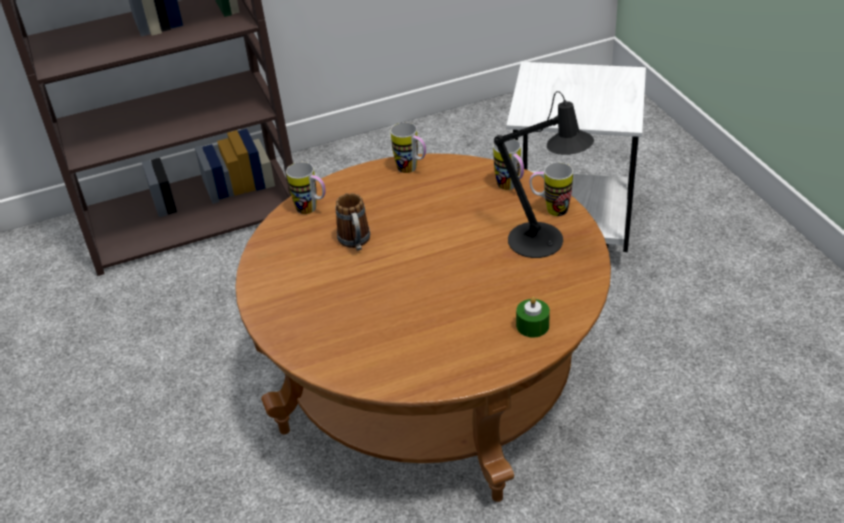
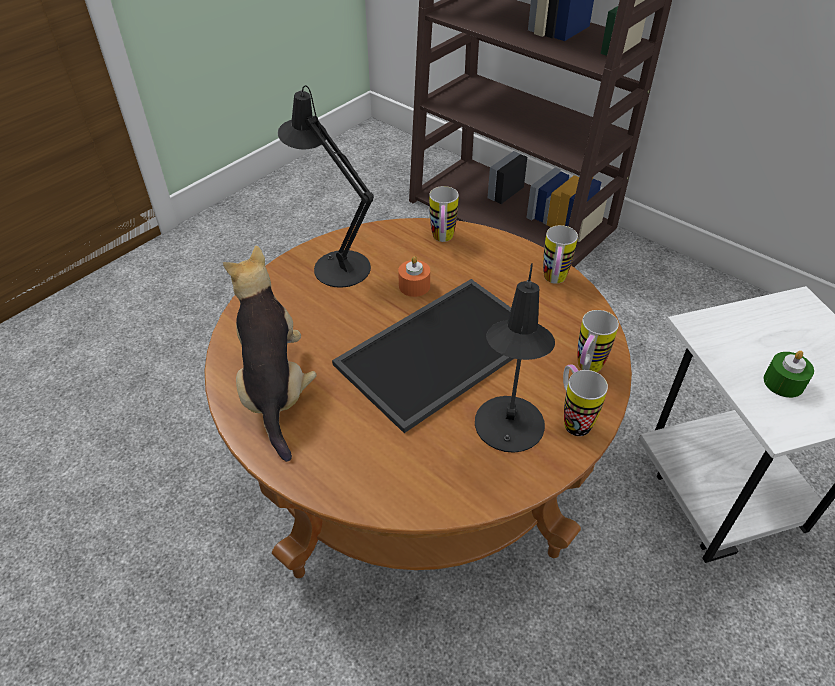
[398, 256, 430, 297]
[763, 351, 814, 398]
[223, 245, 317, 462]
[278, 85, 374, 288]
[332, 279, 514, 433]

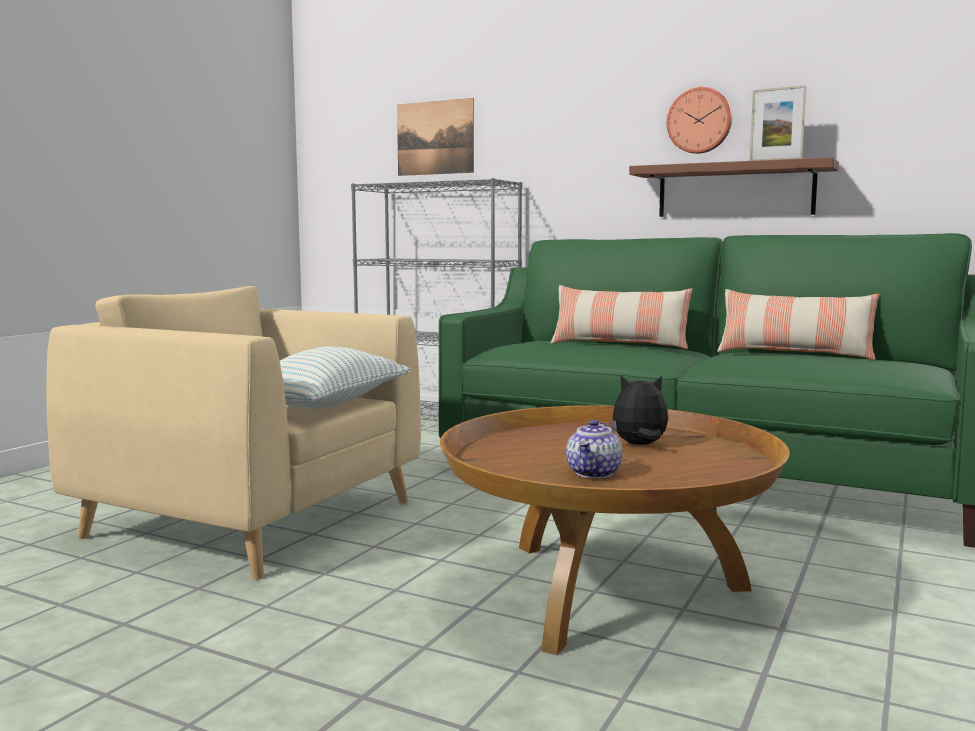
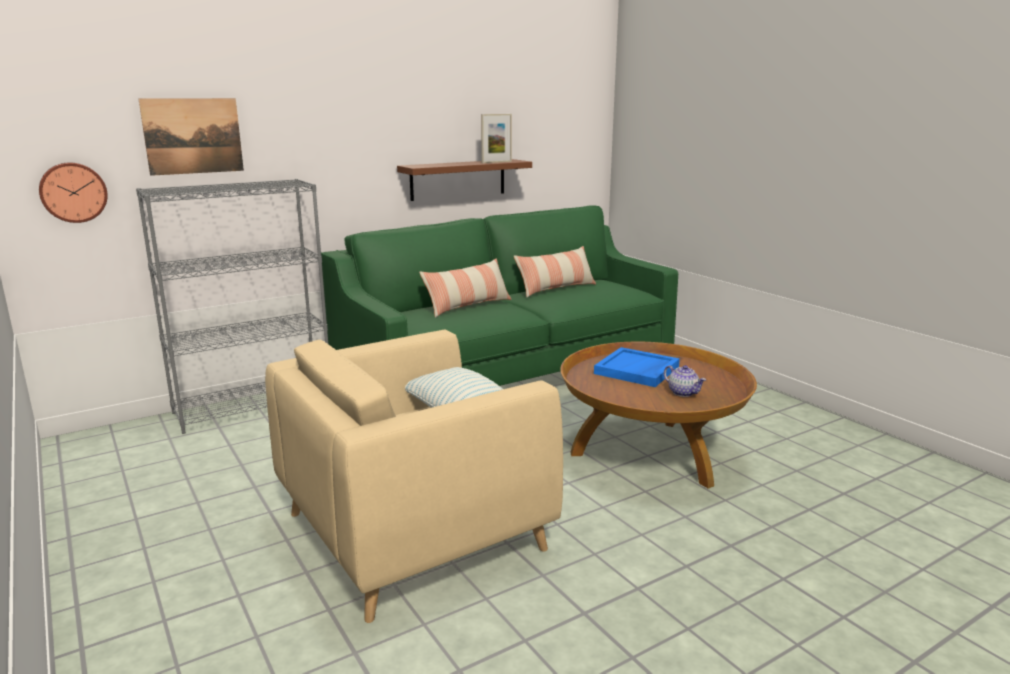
[594, 347, 680, 387]
[39, 163, 108, 223]

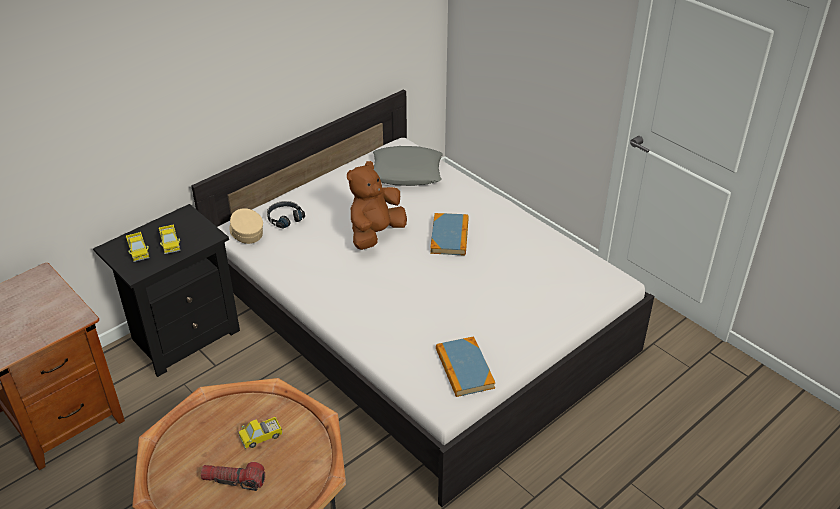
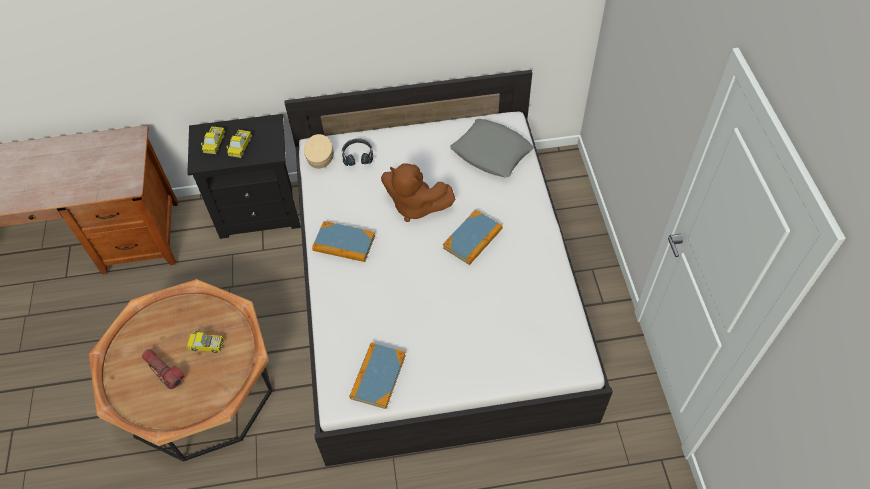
[381, 163, 455, 222]
[312, 221, 375, 262]

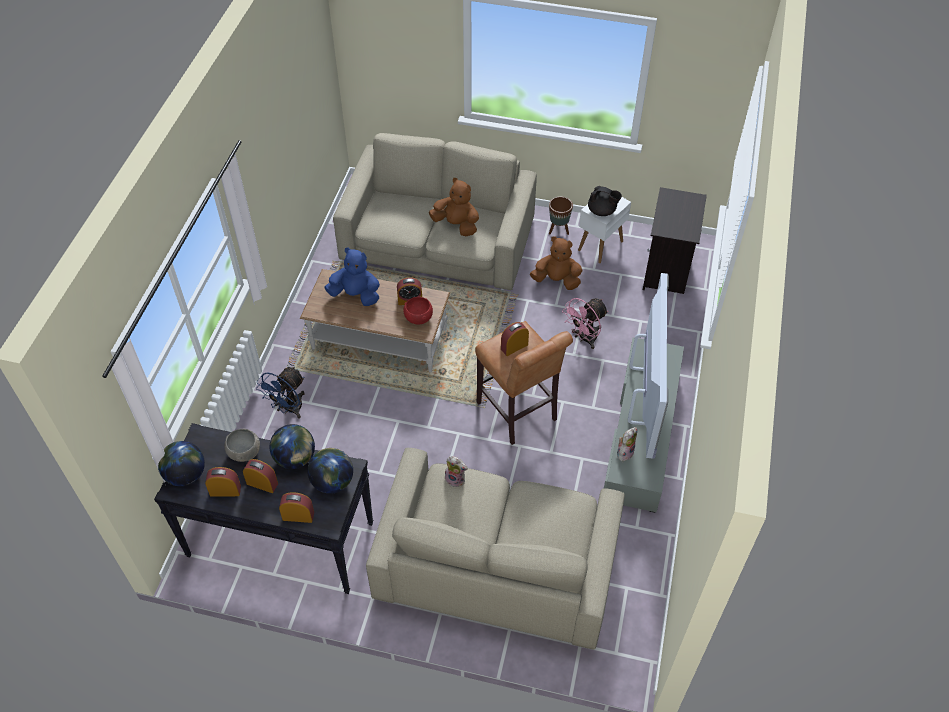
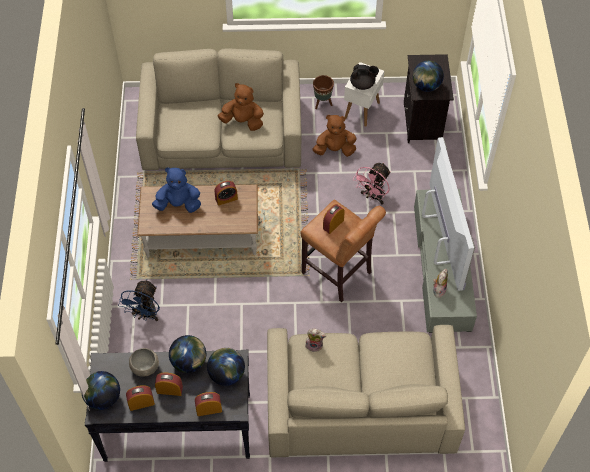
[403, 297, 433, 325] (first image)
[413, 60, 444, 92]

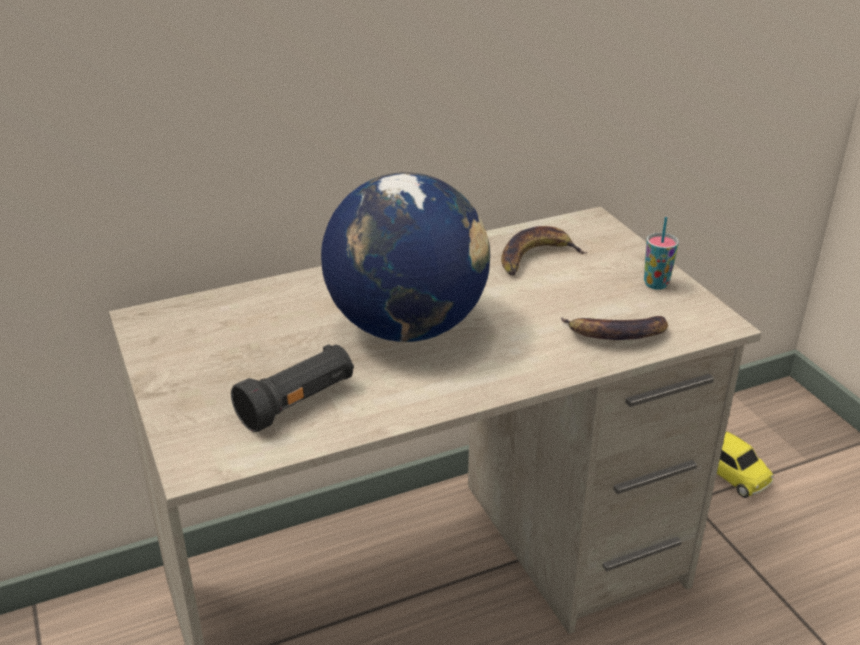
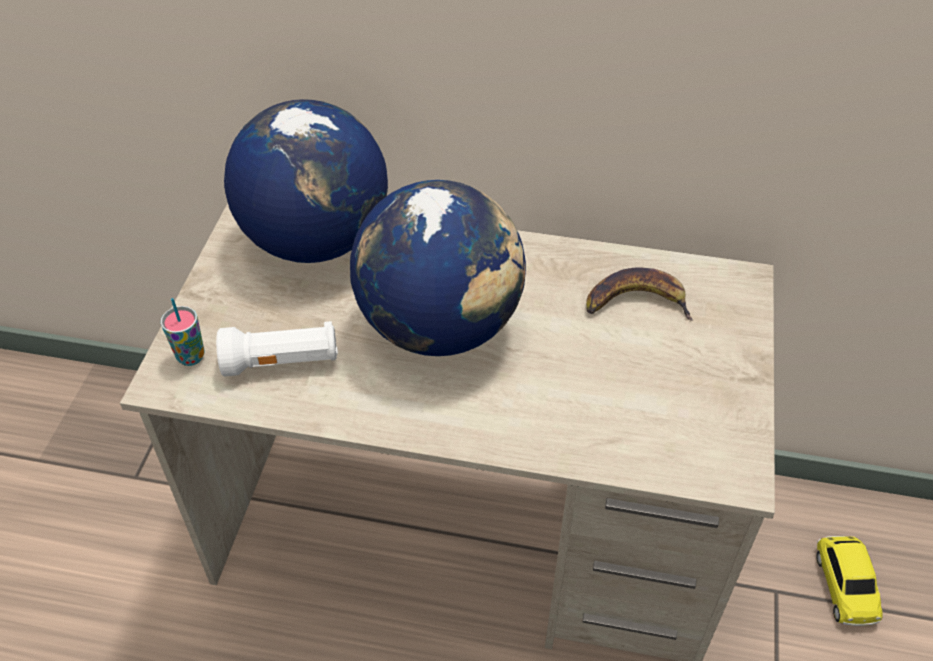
[216, 321, 338, 376]
[561, 316, 668, 340] (first image)
[161, 298, 204, 366]
[224, 99, 388, 263]

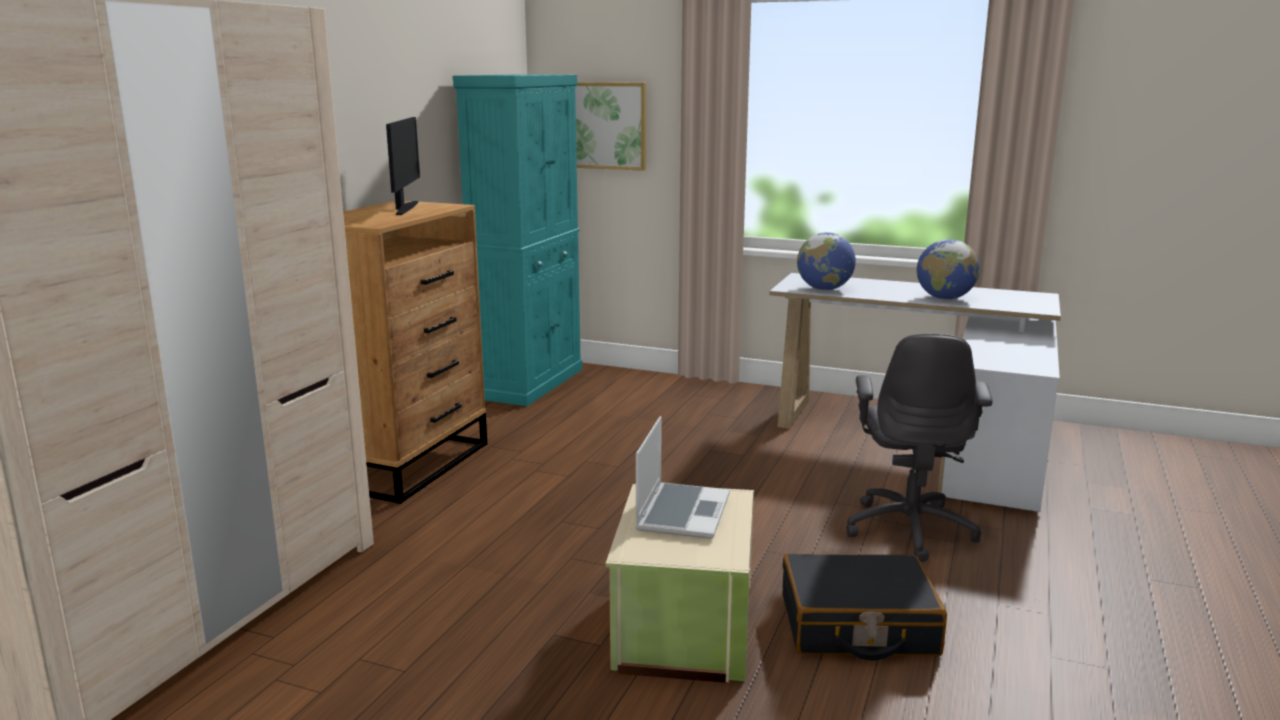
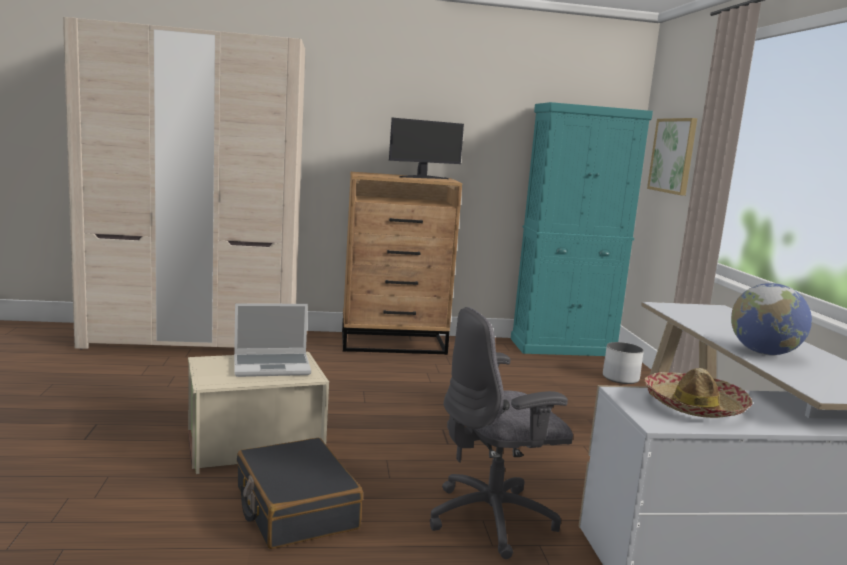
[797, 232, 856, 290] (first image)
[603, 342, 644, 384]
[644, 368, 753, 418]

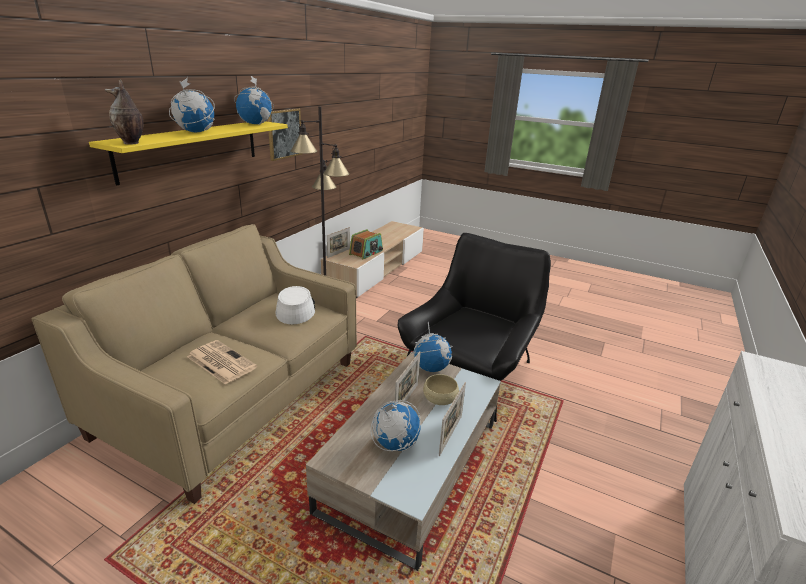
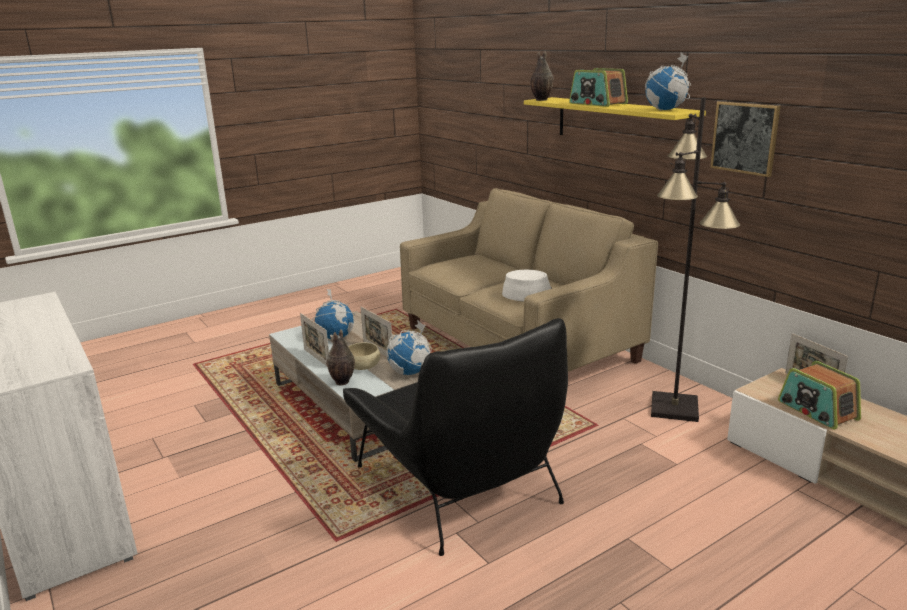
[569, 68, 628, 107]
[187, 340, 257, 385] (first image)
[326, 329, 355, 386]

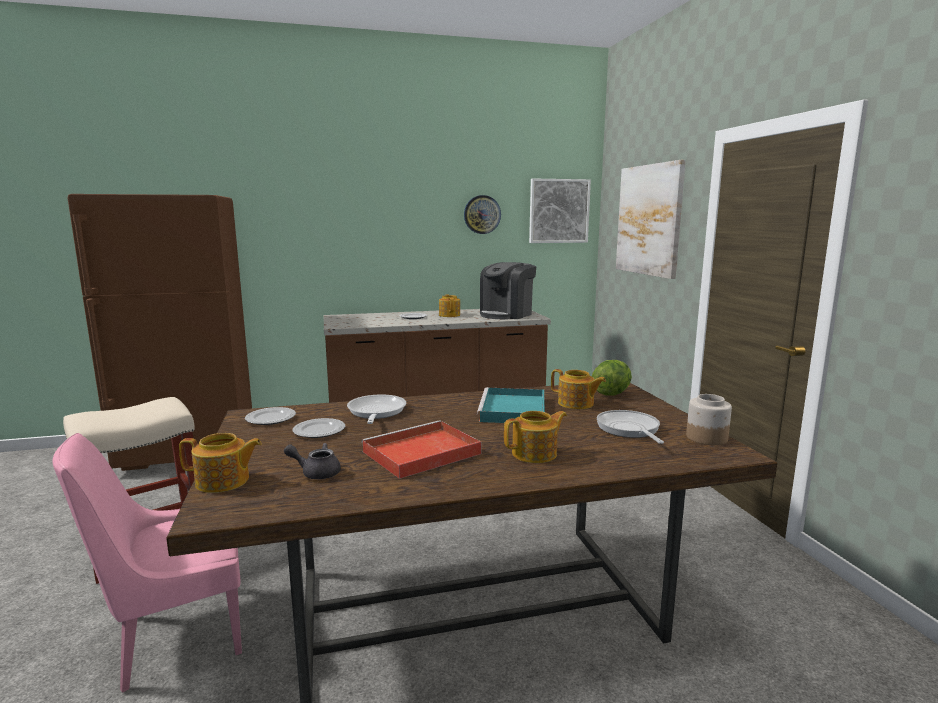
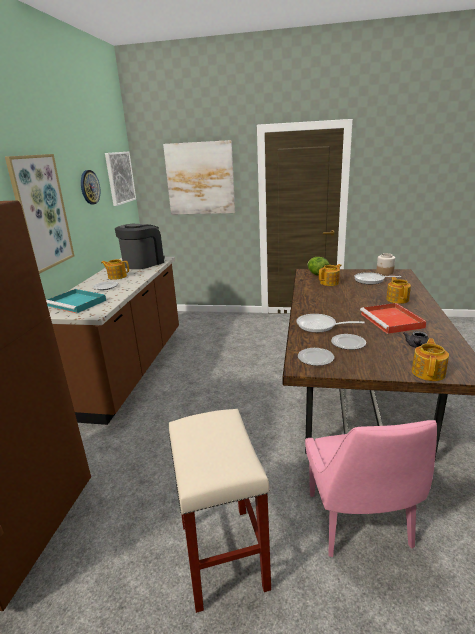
[46, 289, 106, 313]
[115, 224, 165, 269]
[5, 154, 74, 274]

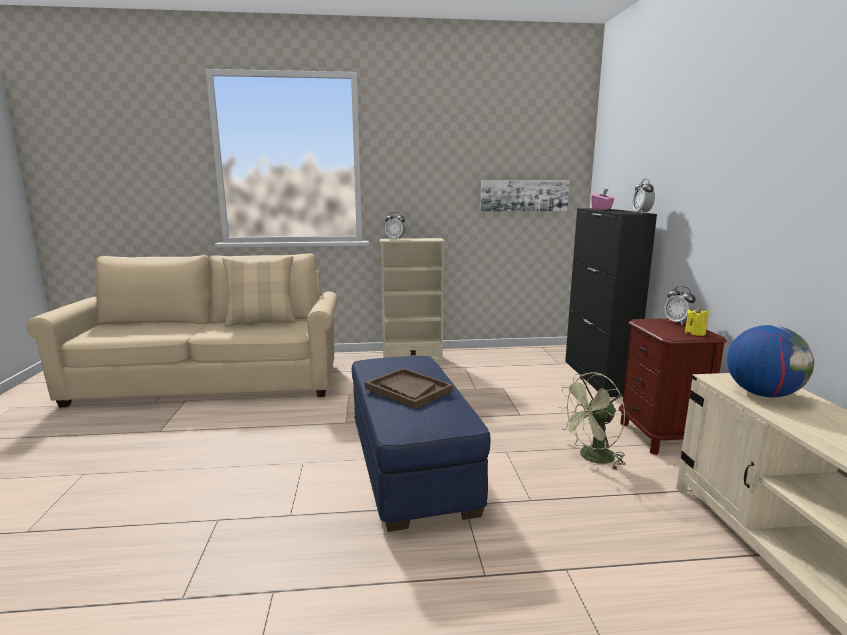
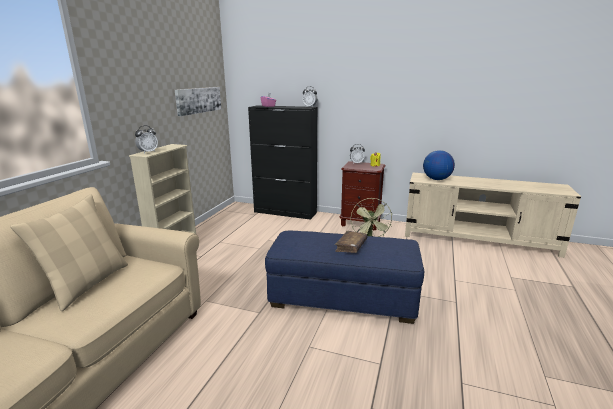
[335, 231, 367, 253]

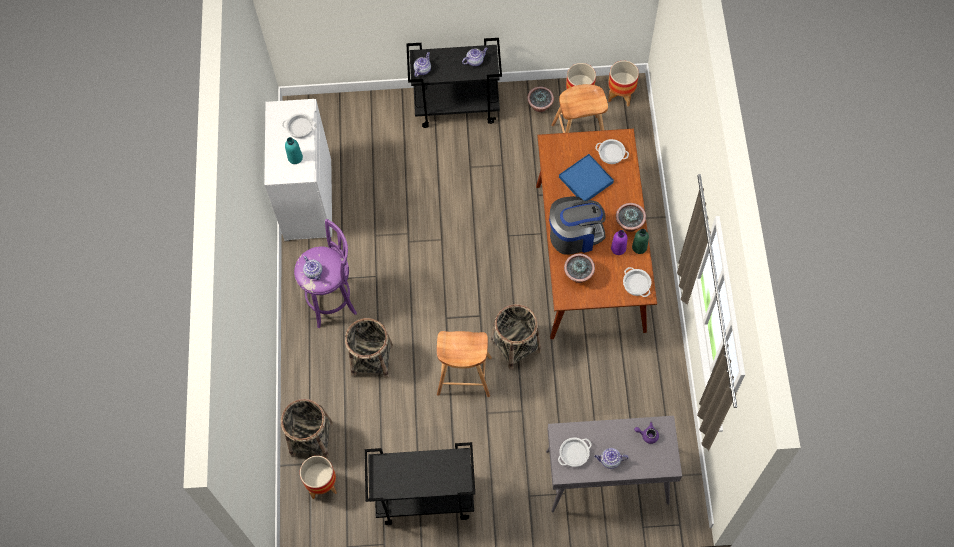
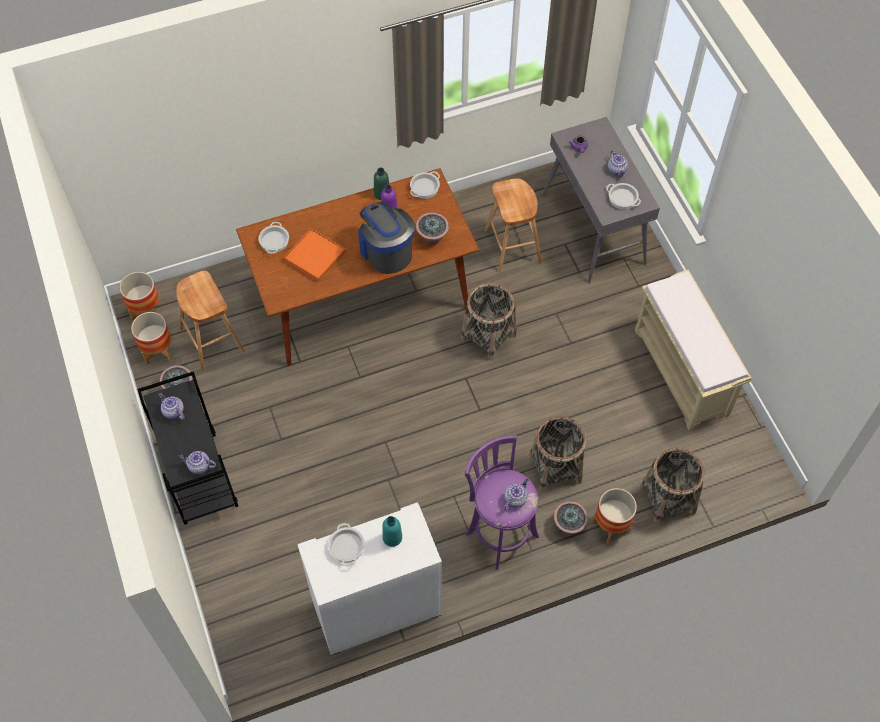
[593, 488, 637, 544]
[635, 270, 751, 430]
[484, 178, 542, 272]
[284, 228, 346, 282]
[554, 501, 588, 534]

